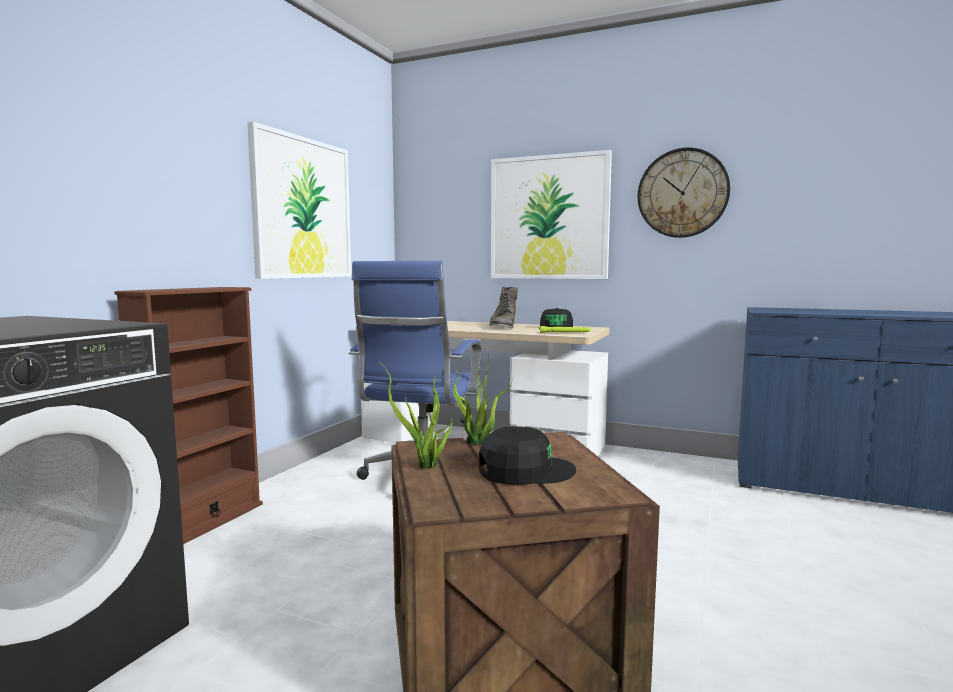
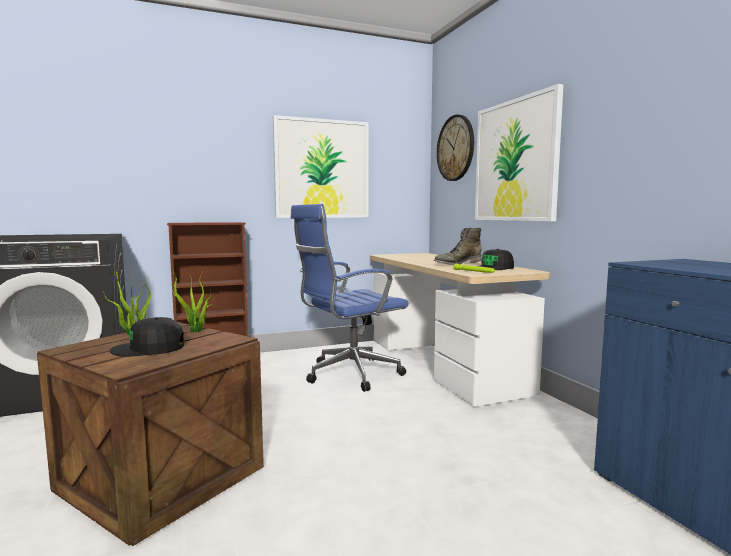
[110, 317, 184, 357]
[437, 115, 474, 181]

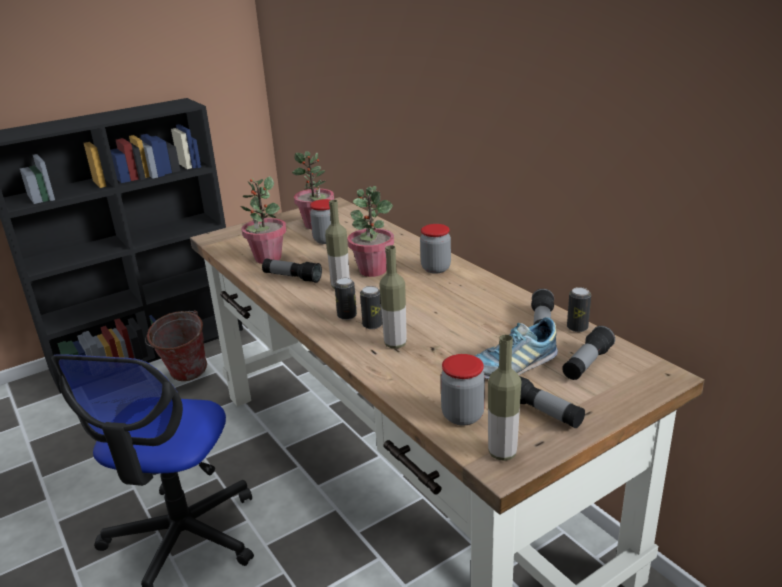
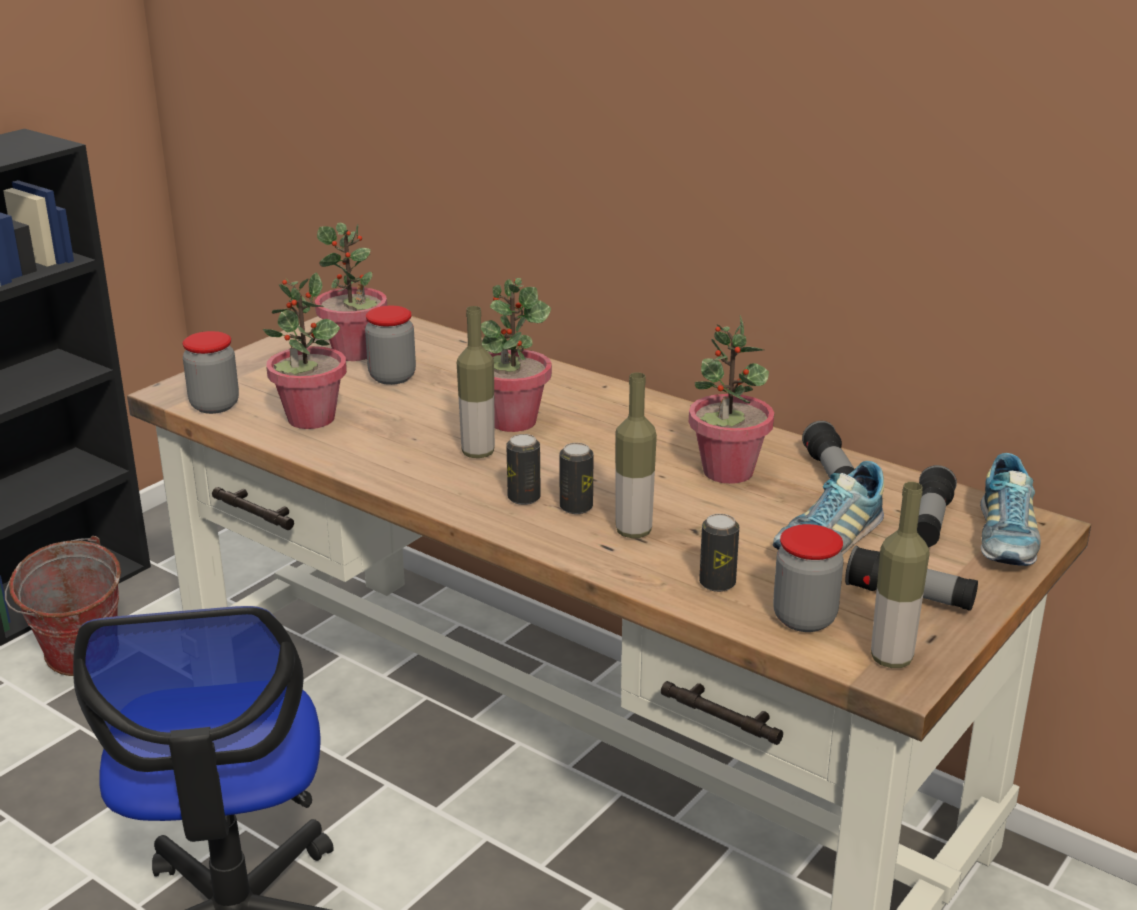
[262, 258, 322, 283] (first image)
[183, 331, 239, 414]
[699, 514, 739, 592]
[689, 316, 774, 484]
[980, 453, 1041, 566]

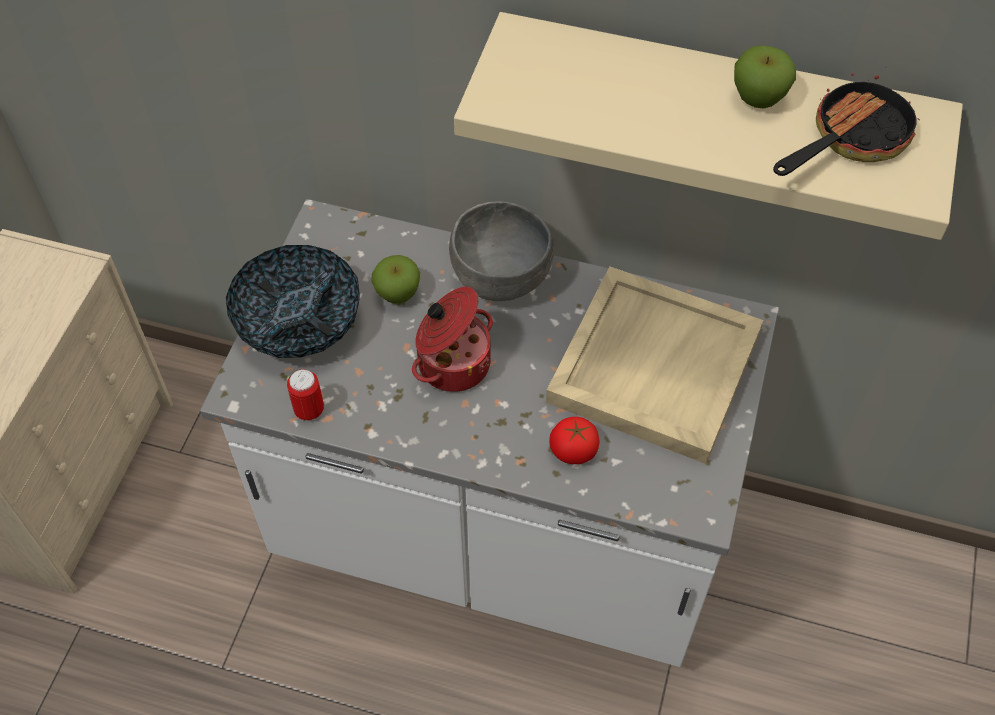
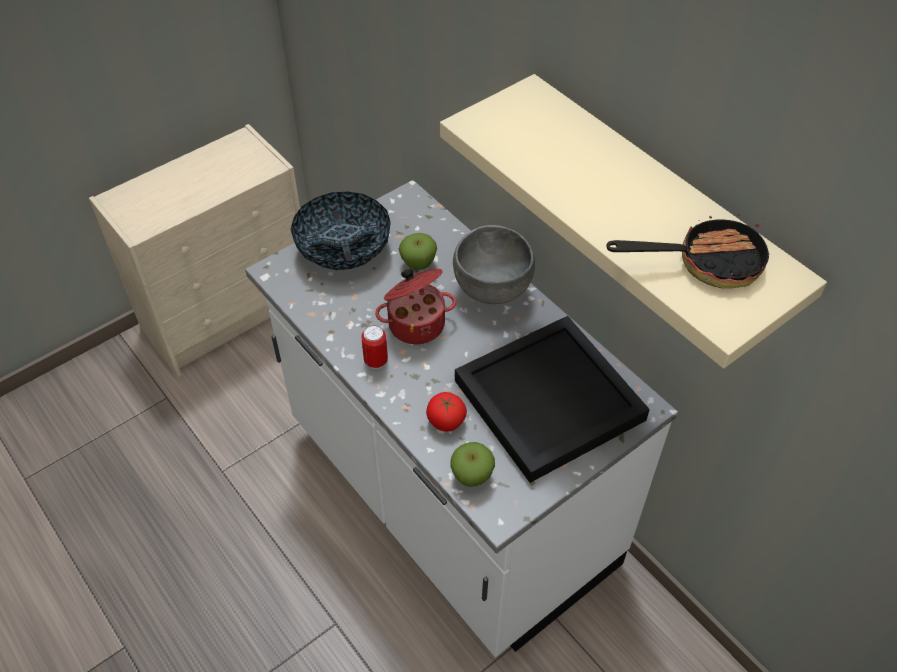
[361, 325, 388, 369]
[455, 316, 650, 483]
[450, 442, 495, 487]

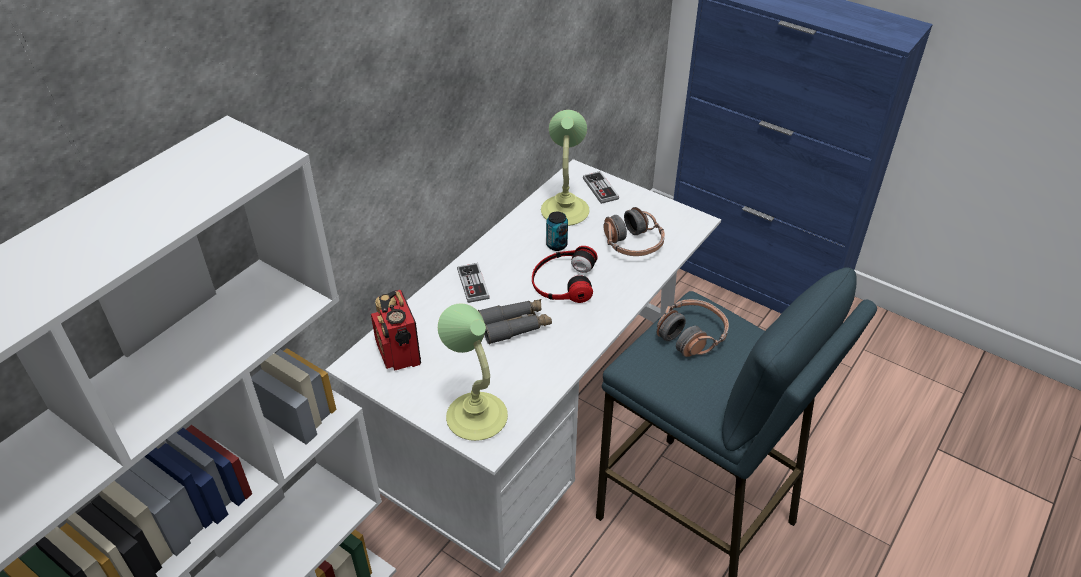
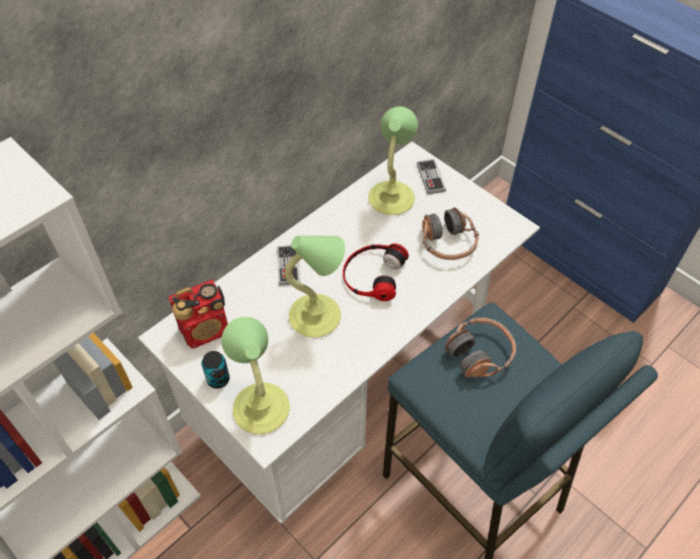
[169, 279, 228, 348]
[284, 236, 345, 337]
[202, 351, 230, 389]

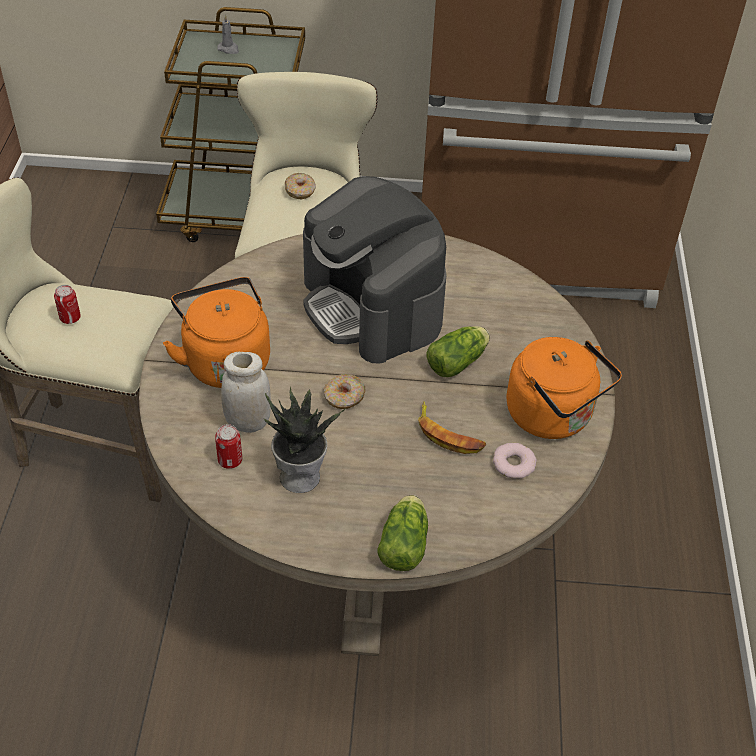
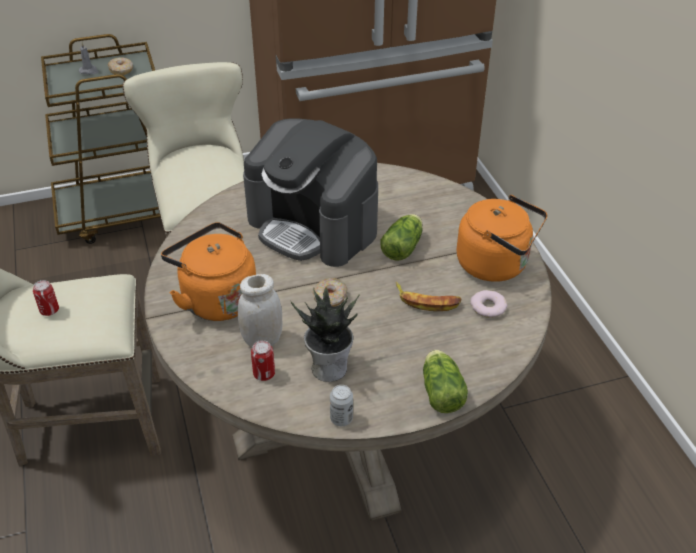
[108, 57, 133, 75]
[330, 385, 353, 426]

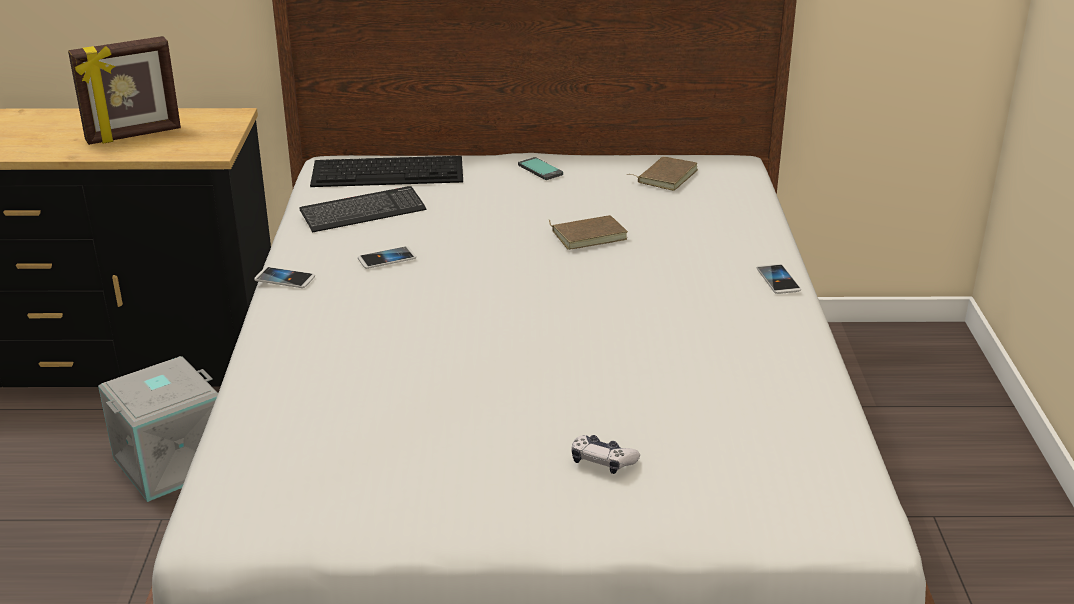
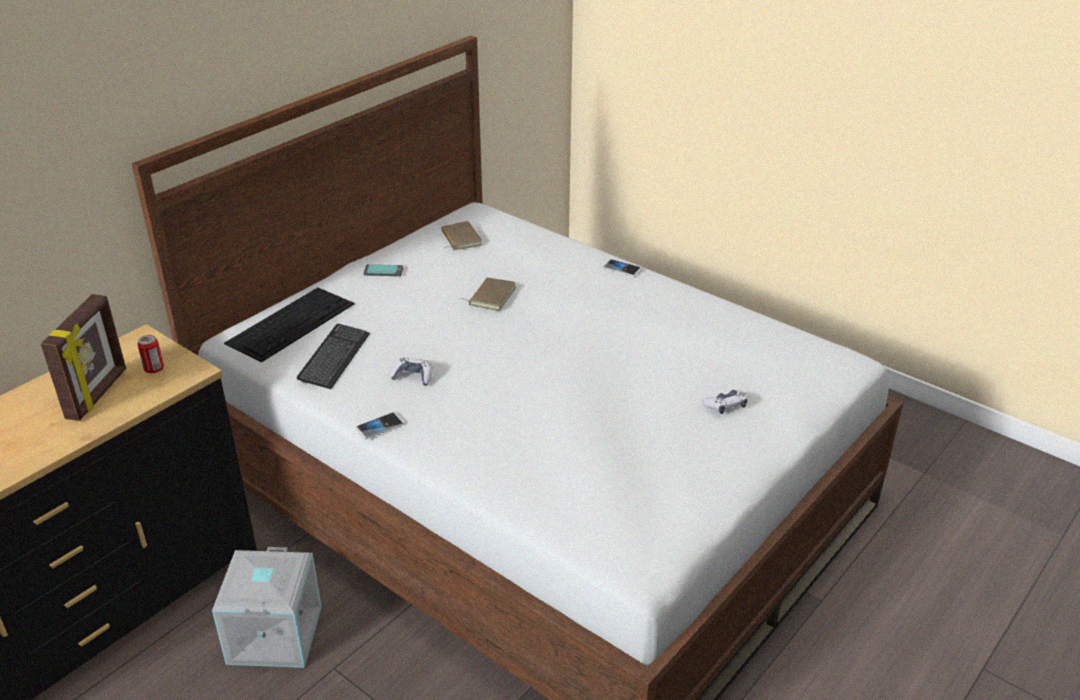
[390, 357, 432, 386]
[137, 335, 164, 373]

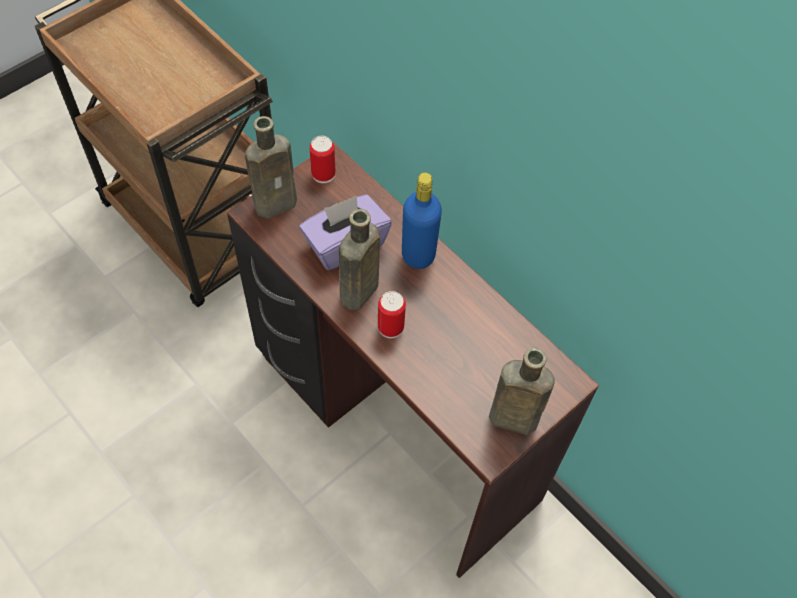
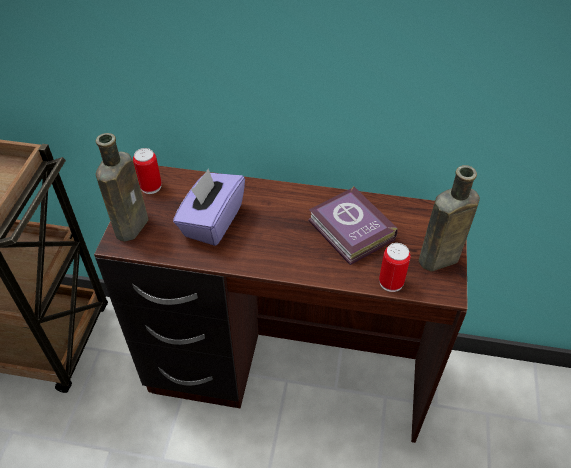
[339, 209, 380, 310] (first image)
[379, 243, 411, 292]
[402, 173, 442, 269] (first image)
[308, 186, 398, 265]

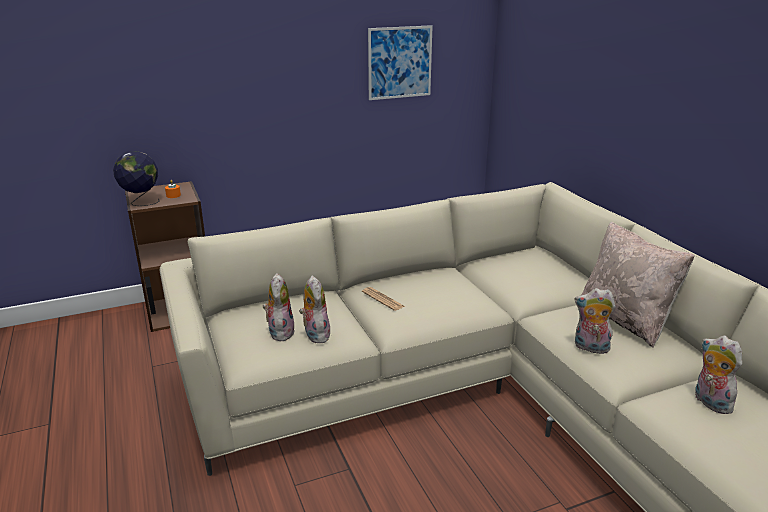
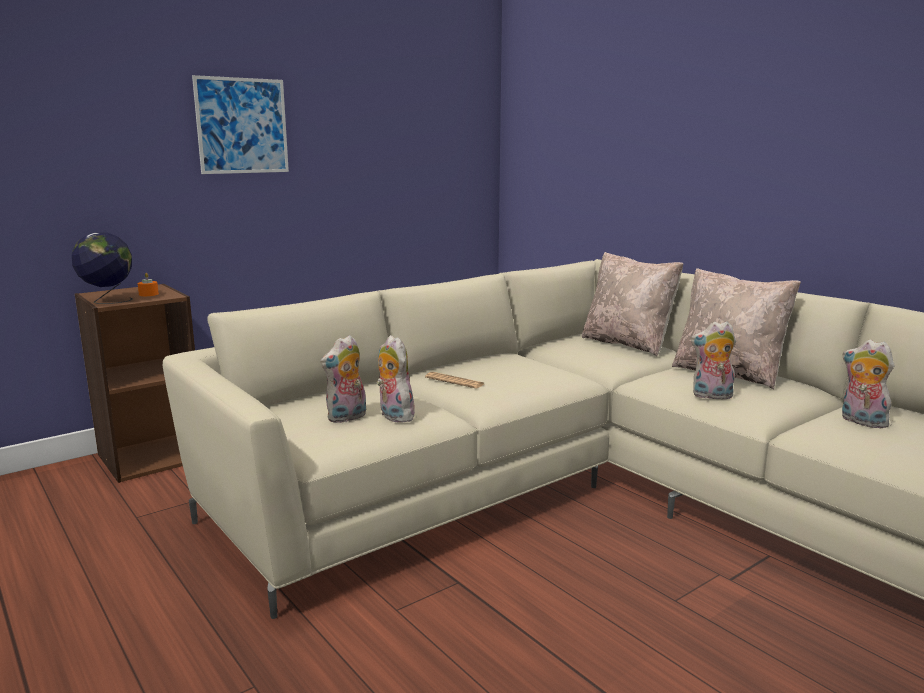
[320, 335, 366, 423]
[192, 75, 289, 174]
[582, 252, 683, 356]

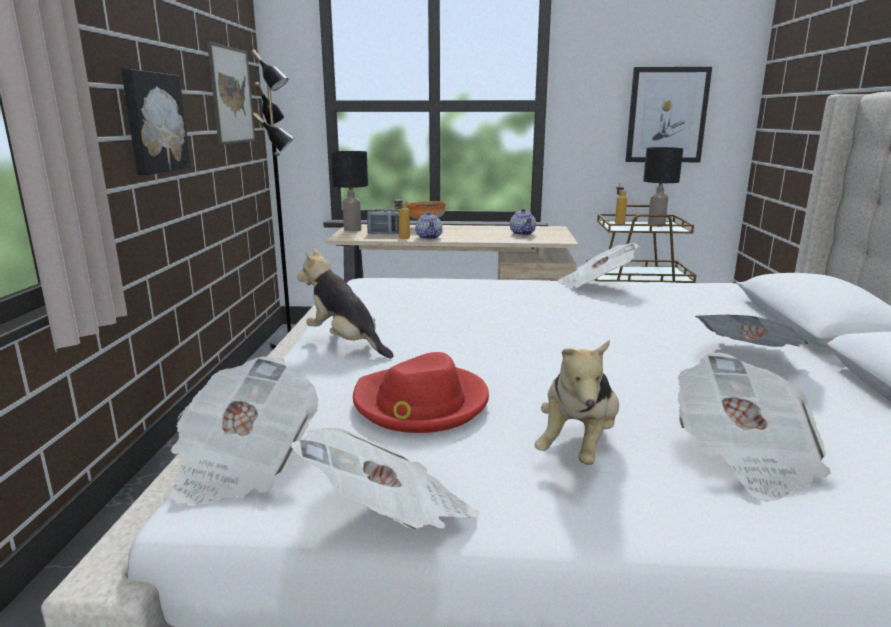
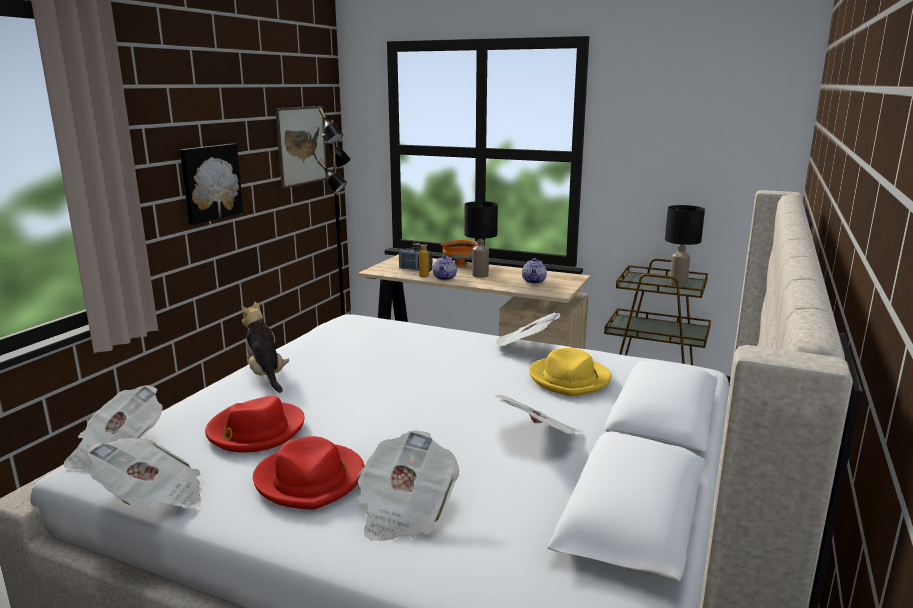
[464, 201, 498, 278]
[253, 436, 364, 510]
[615, 182, 627, 224] (first image)
[625, 67, 712, 162] (first image)
[529, 348, 611, 396]

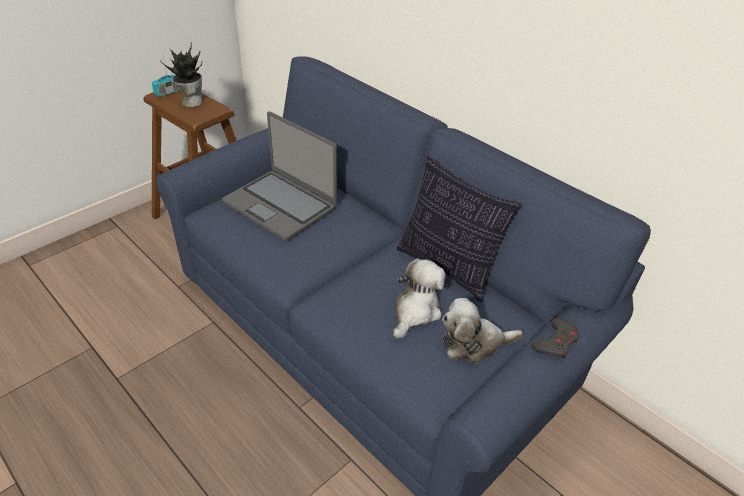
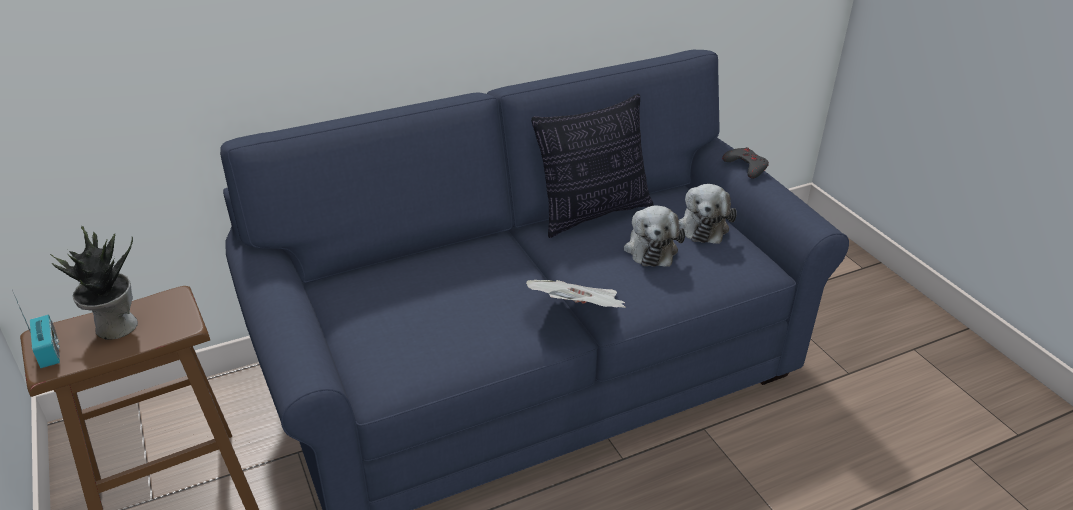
[222, 111, 337, 241] (first image)
[624, 205, 685, 267]
[526, 280, 626, 308]

